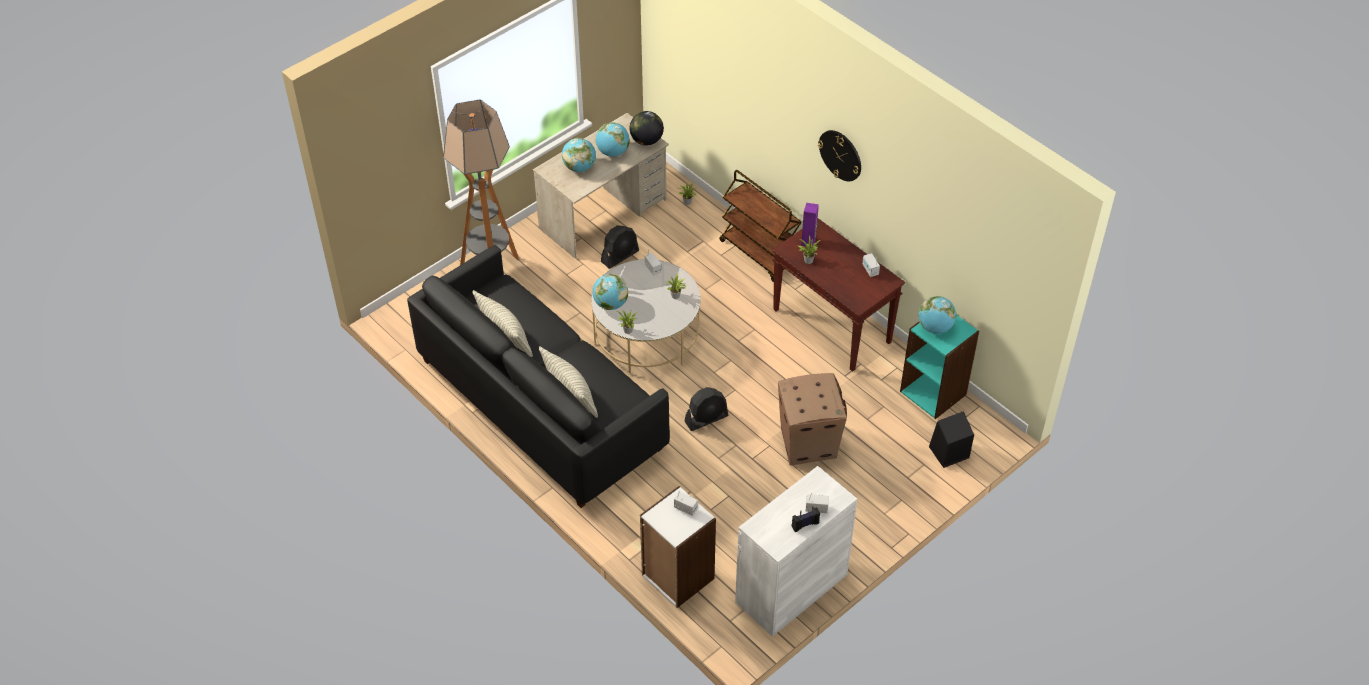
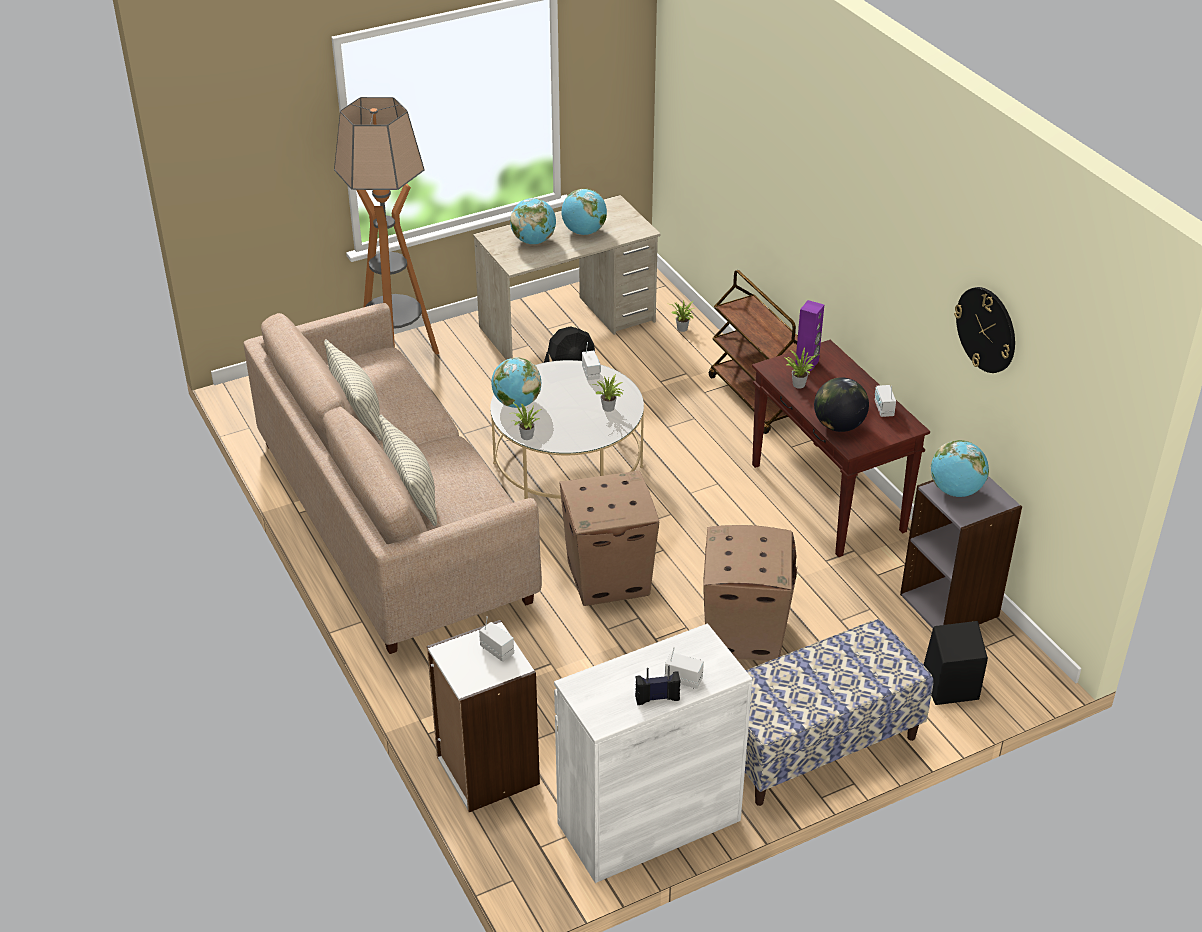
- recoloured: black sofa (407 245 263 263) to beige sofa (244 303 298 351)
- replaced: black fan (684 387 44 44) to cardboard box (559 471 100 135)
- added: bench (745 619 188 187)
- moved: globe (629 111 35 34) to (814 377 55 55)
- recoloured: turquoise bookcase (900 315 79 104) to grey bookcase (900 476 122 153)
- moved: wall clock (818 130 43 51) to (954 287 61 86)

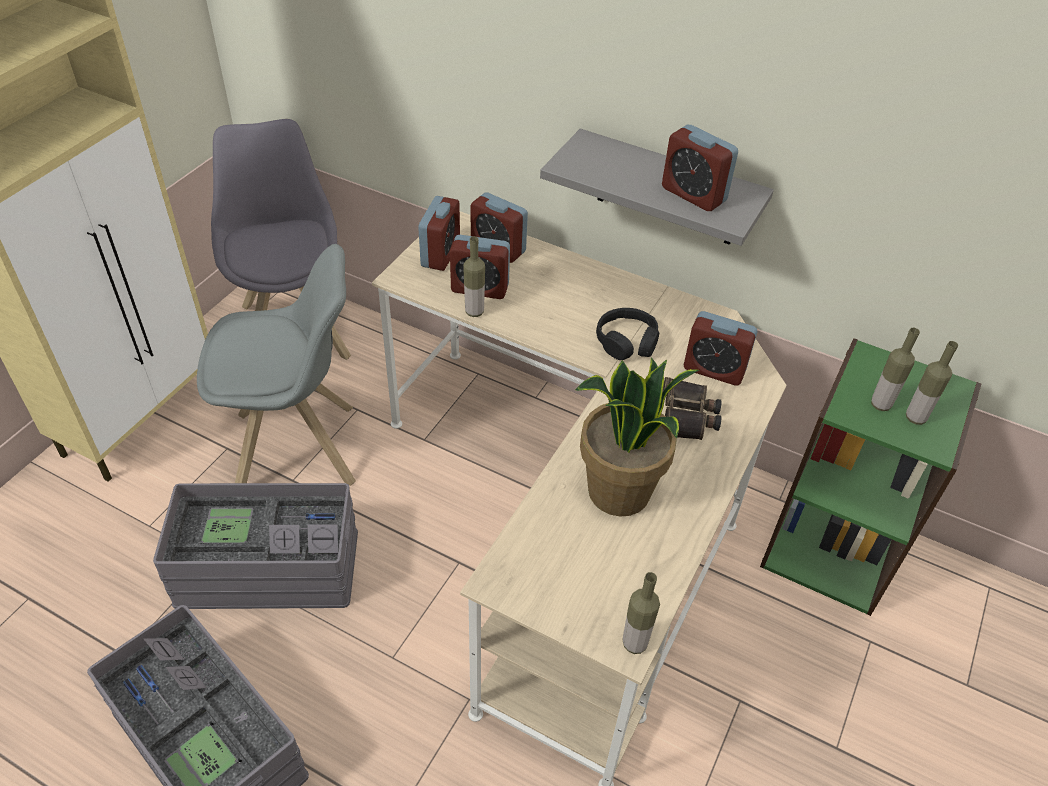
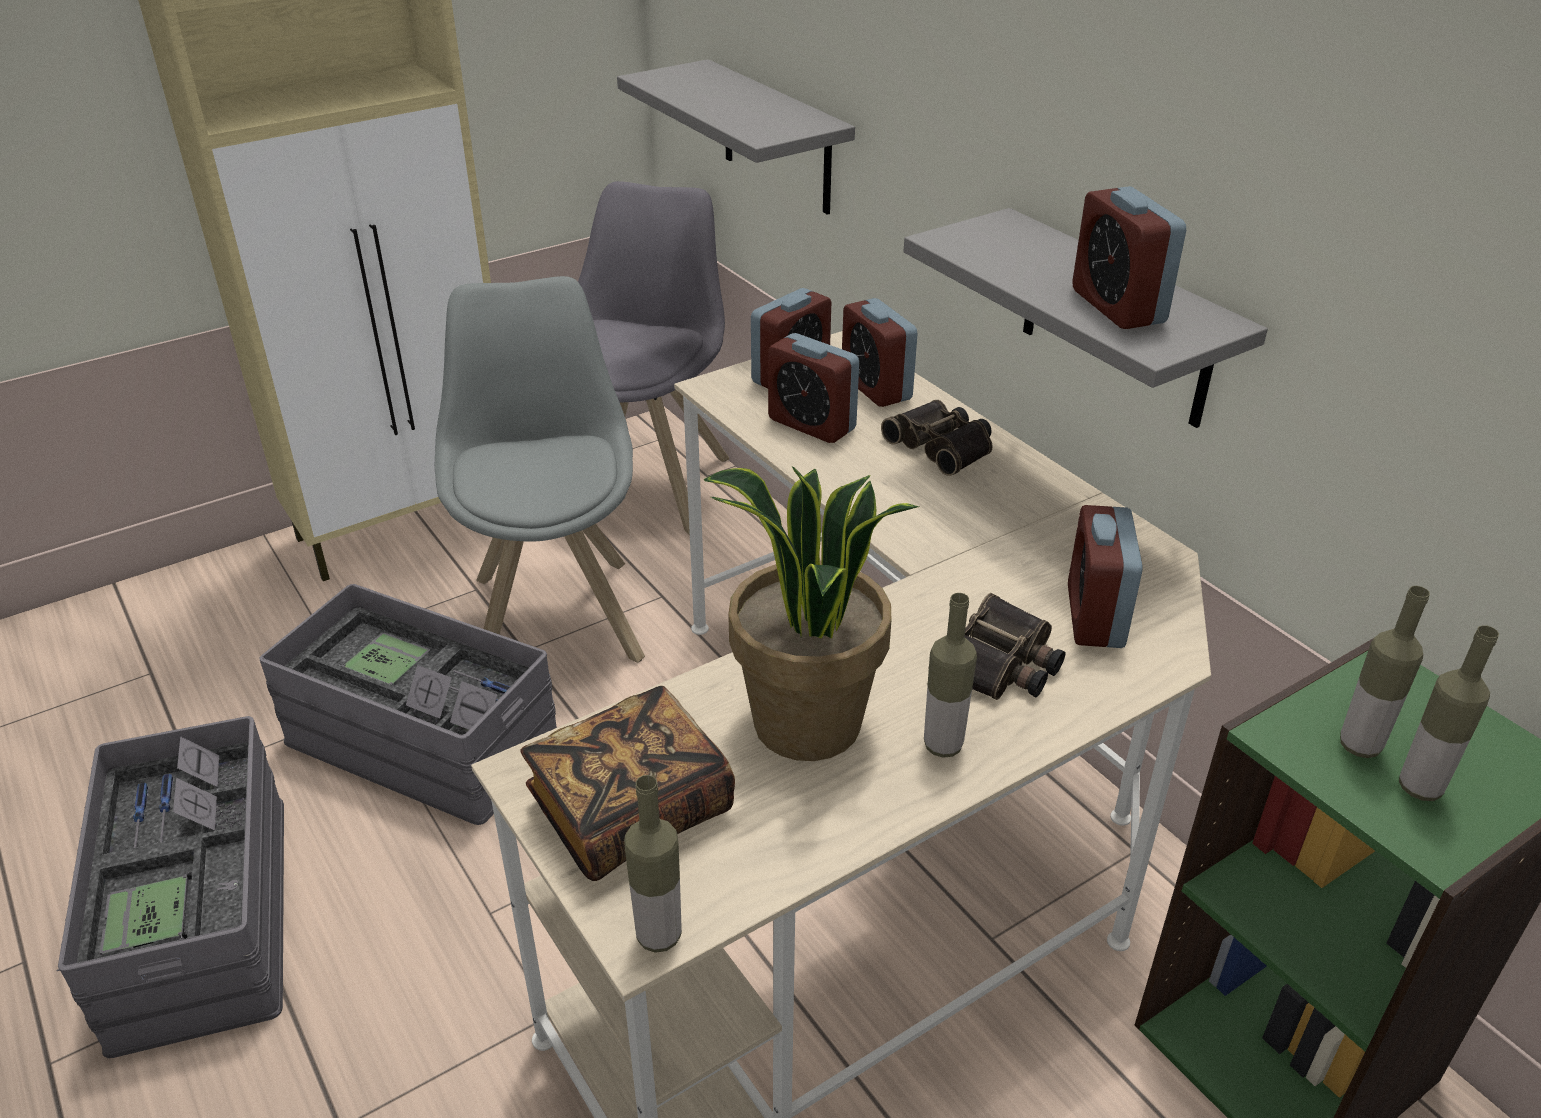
- turned: grey chair (197 244 159 242) = (435 276 210 387) 120 degrees counterclockwise
- added: book (520 686 215 195)
- added: grey shelf (617 59 238 156)
- added: binoculars (881 400 112 76)
- moved: bottle (463 236 22 81) to (924 593 53 165)
- turned: alarm clock (684 311 74 75) = (1068 505 75 143) 45 degrees clockwise
- removed: black headphones (596 308 63 52)

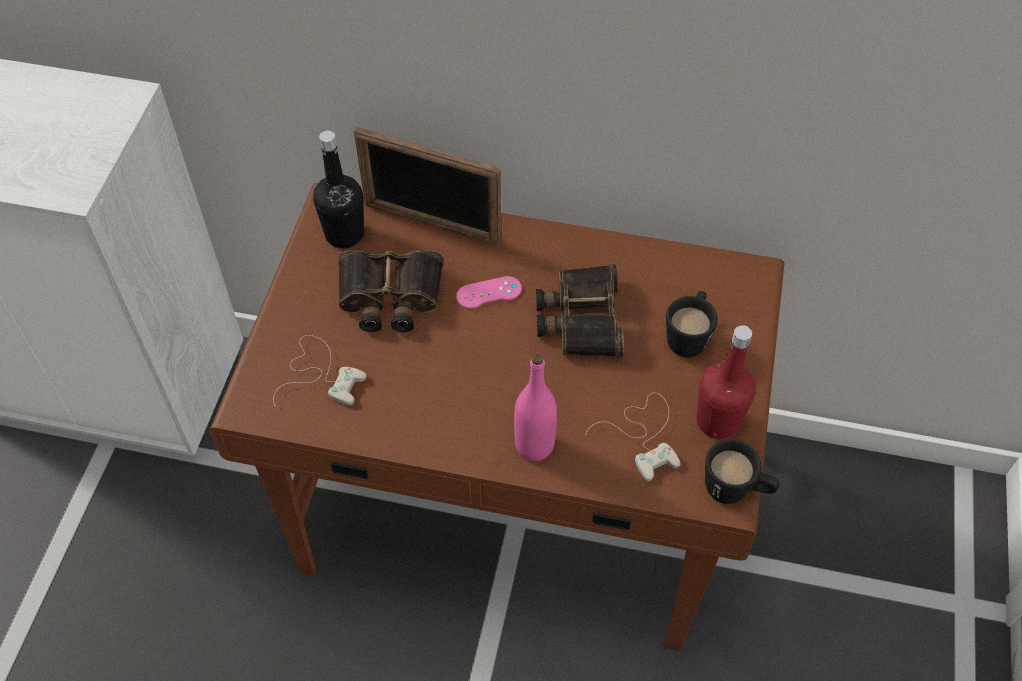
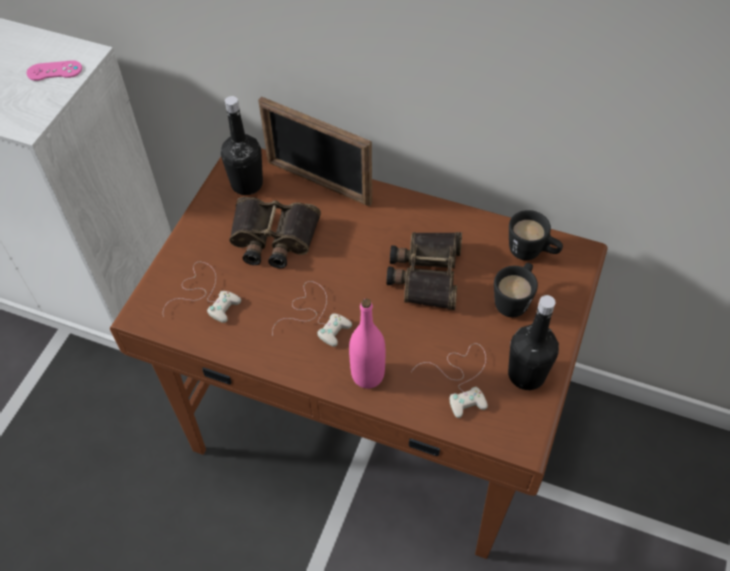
- moved: pink game controller (456 276 66 33) to (27 60 55 21)
- added: white game controller (272 281 80 66)
- recoloured: red bottle (696 325 60 114) to black bottle (508 295 51 95)
- moved: black mug (705 439 74 65) to (509 210 54 50)

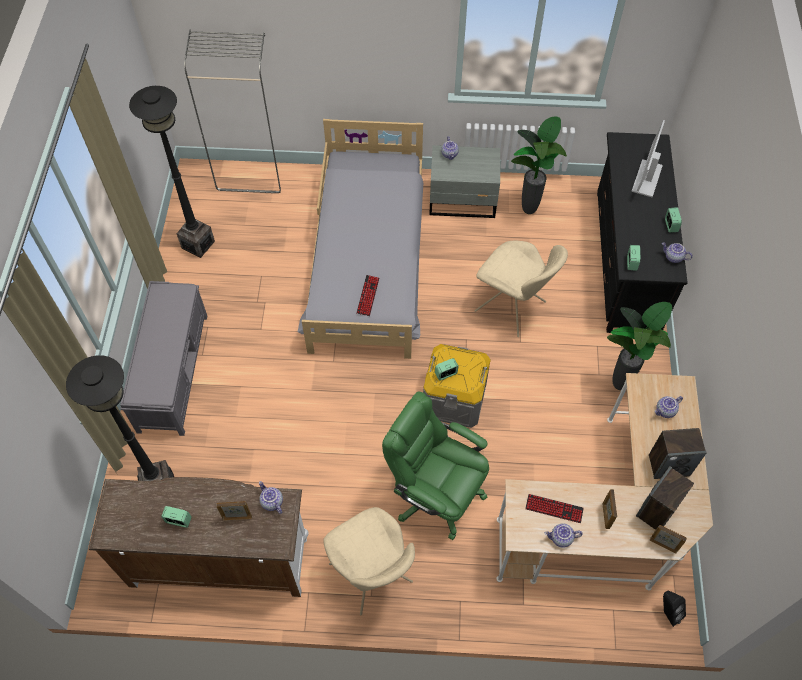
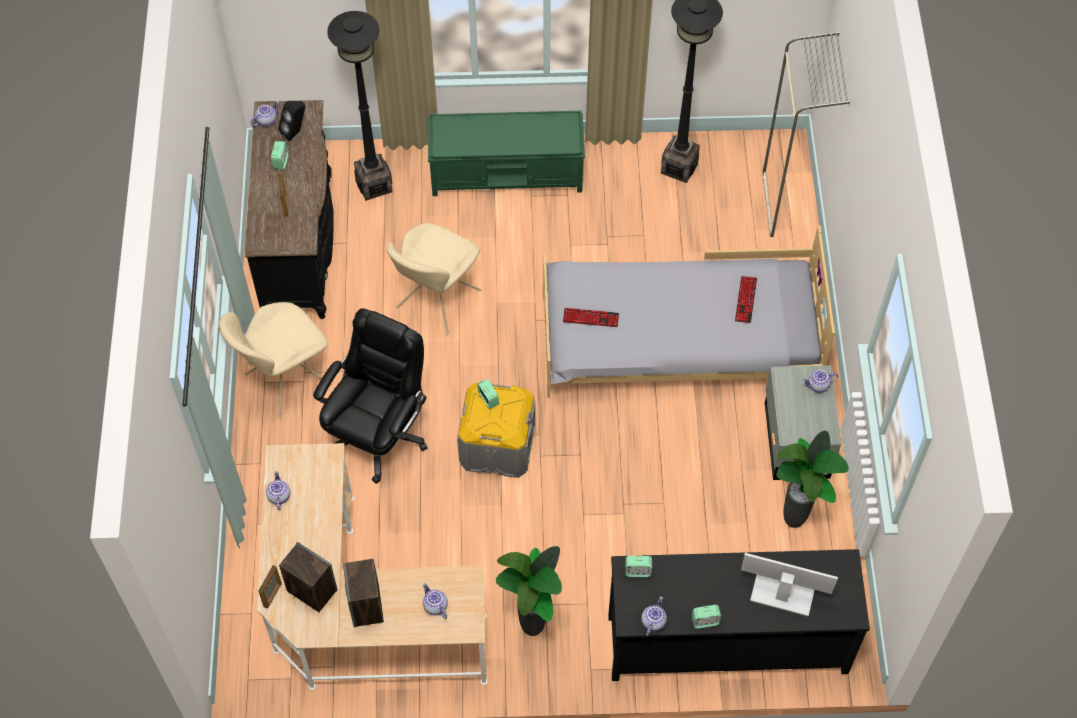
- recoloured: white dresser (88 477 221 120) to black dresser (245 100 89 219)
- moved: teapot (259 481 24 33) to (251 101 28 26)
- moved: black speaker (663 590 23 37) to (278 101 27 40)
- recoloured: green office chair (382 391 107 149) to black office chair (313 308 114 176)
- moved: beige chair (475 241 93 96) to (387 223 94 112)
- recoloured: grey bench (120 281 87 155) to green bench (428 111 157 85)
- moved: keyboard (525 494 59 29) to (735 276 22 47)
- removed: picture frame (602 489 15 40)

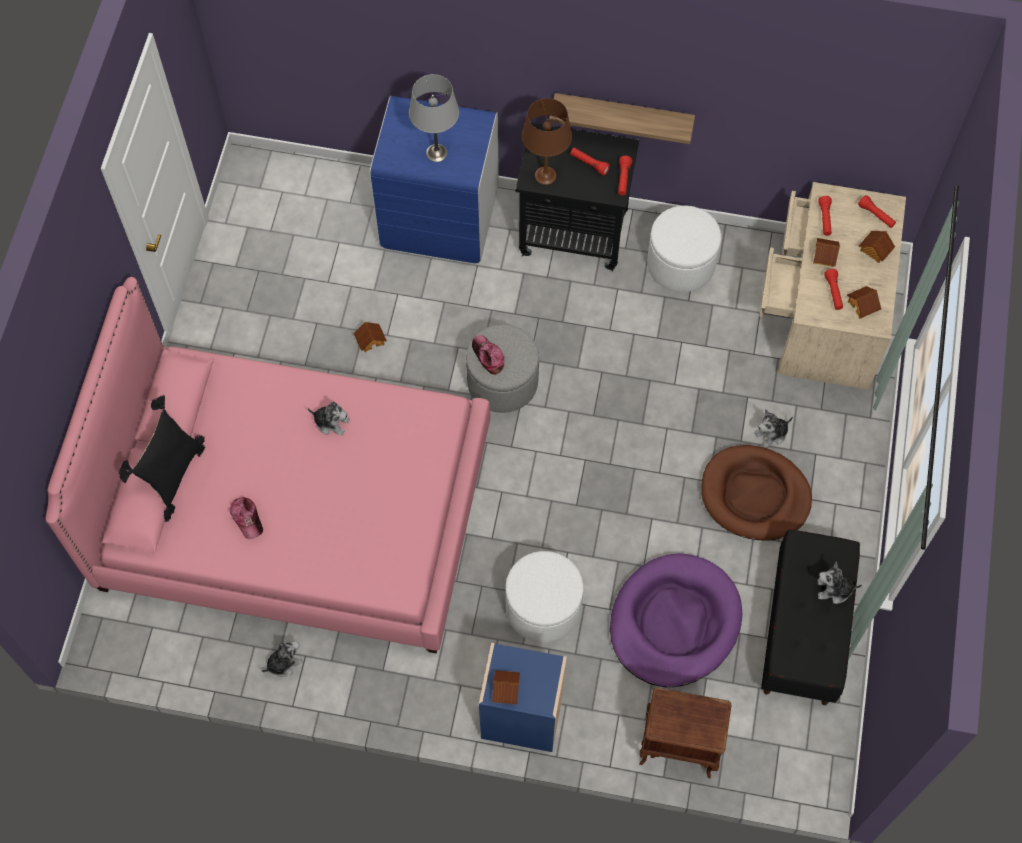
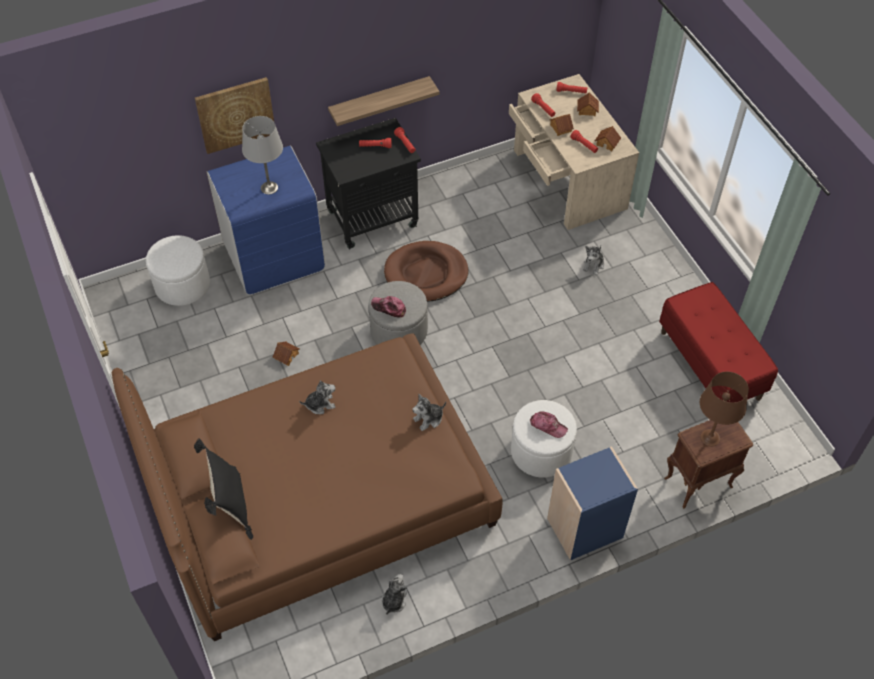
- recoloured: pink bed (46 277 444 377) to brown bed (112 333 391 308)
- moved: white ottoman (647 205 74 87) to (146 235 64 71)
- added: picture (195 77 79 77)
- moved: brown dog bed (701 445 111 96) to (384 241 85 61)
- moved: plush toy (818 561 44 43) to (412 394 34 37)
- moved: cap (230 497 33 42) to (530 412 38 26)
- recoloured: black bench (761 530 99 175) to red bench (659 282 119 121)
- moved: brown table lamp (522 98 50 87) to (700 372 49 74)
- removed: toy house (492 670 28 34)
- removed: purple dog bed (610 553 132 134)

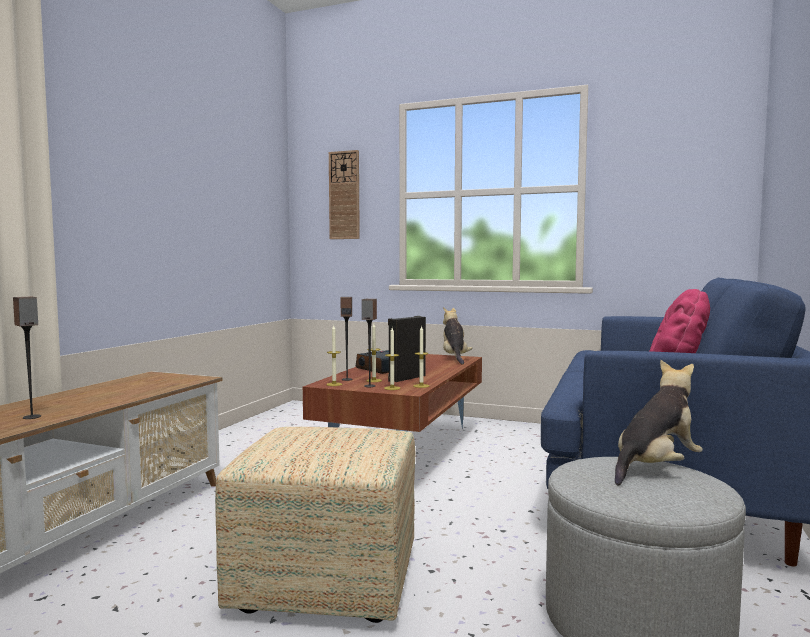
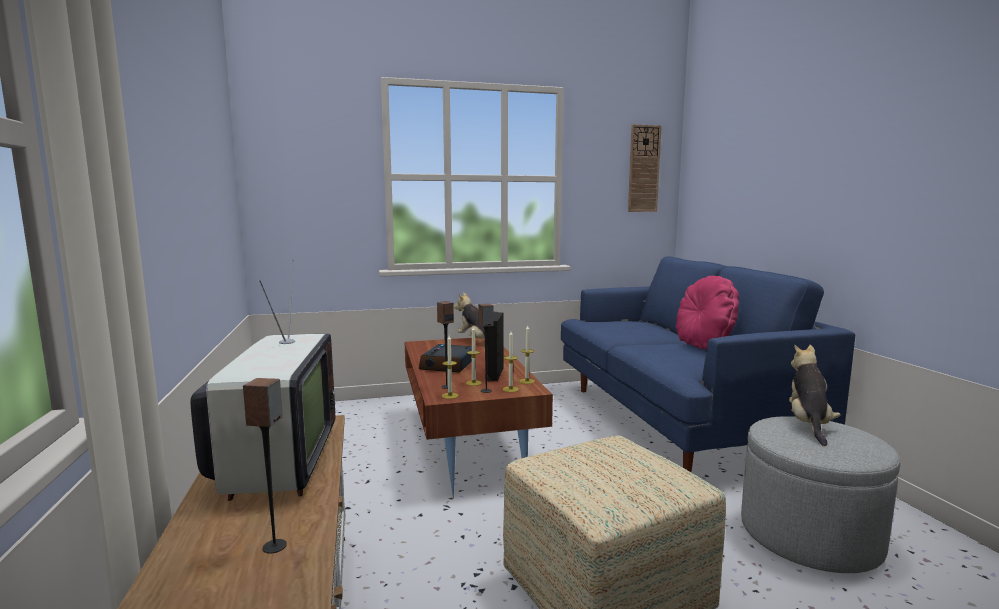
- added: television (190 260 145 241)
- moved: wall clock (329 150 31 89) to (628 124 34 88)

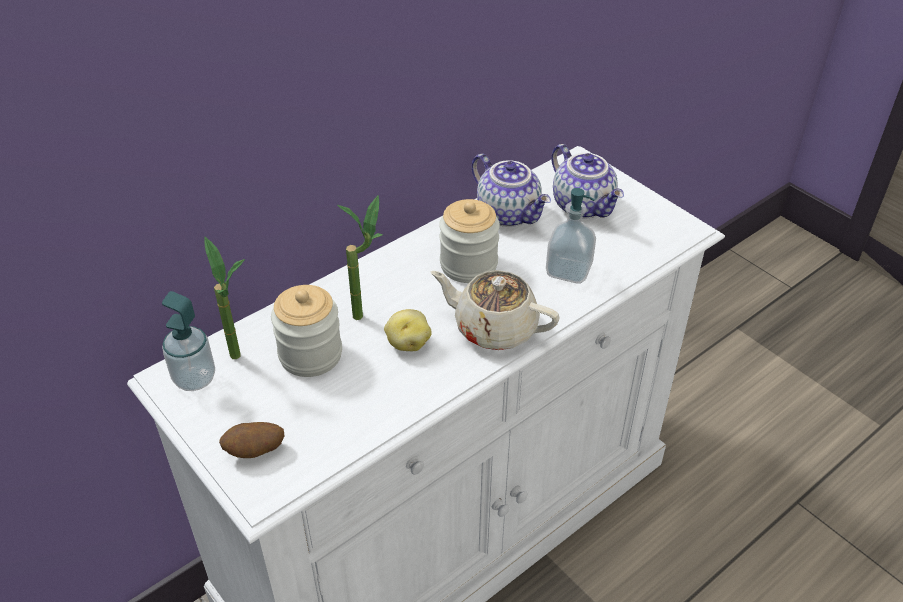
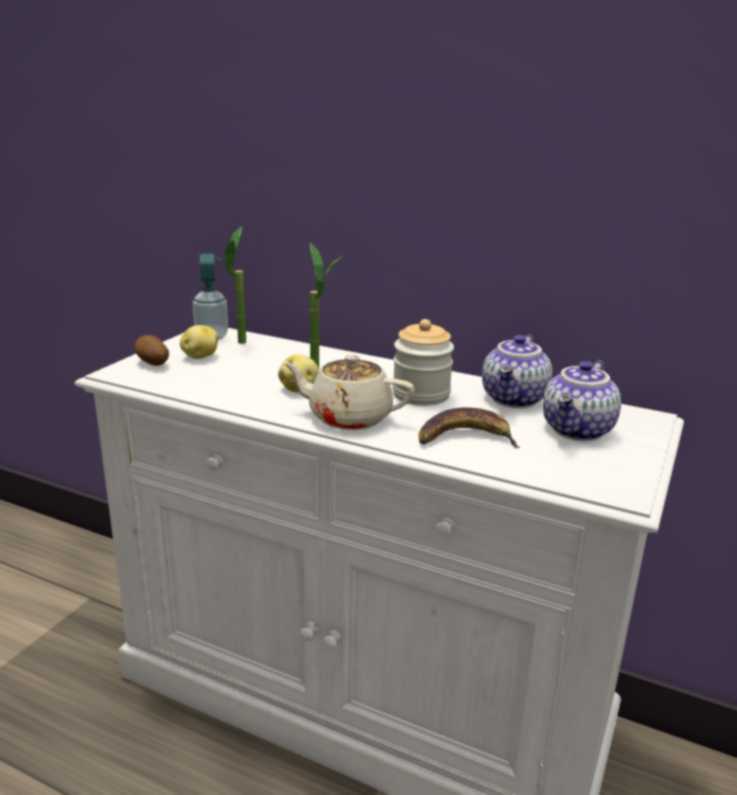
- added: potato (180 325 38 34)
- turned: beige teapot (430 270 129 80) = (282 355 133 75) 75 degrees counterclockwise
- replaced: soap dispenser (546 188 50 96) to banana (419 408 101 40)
- removed: jar (271 285 71 92)

